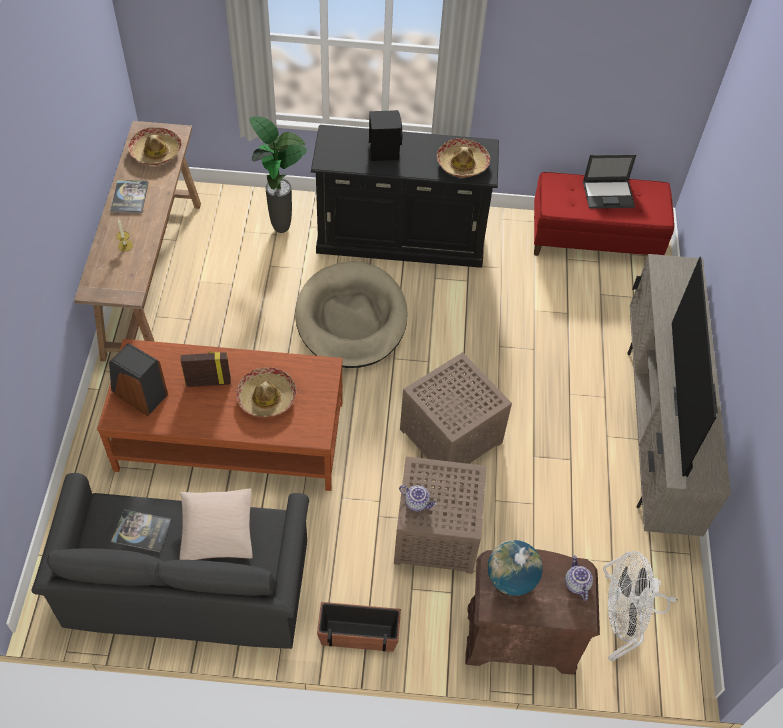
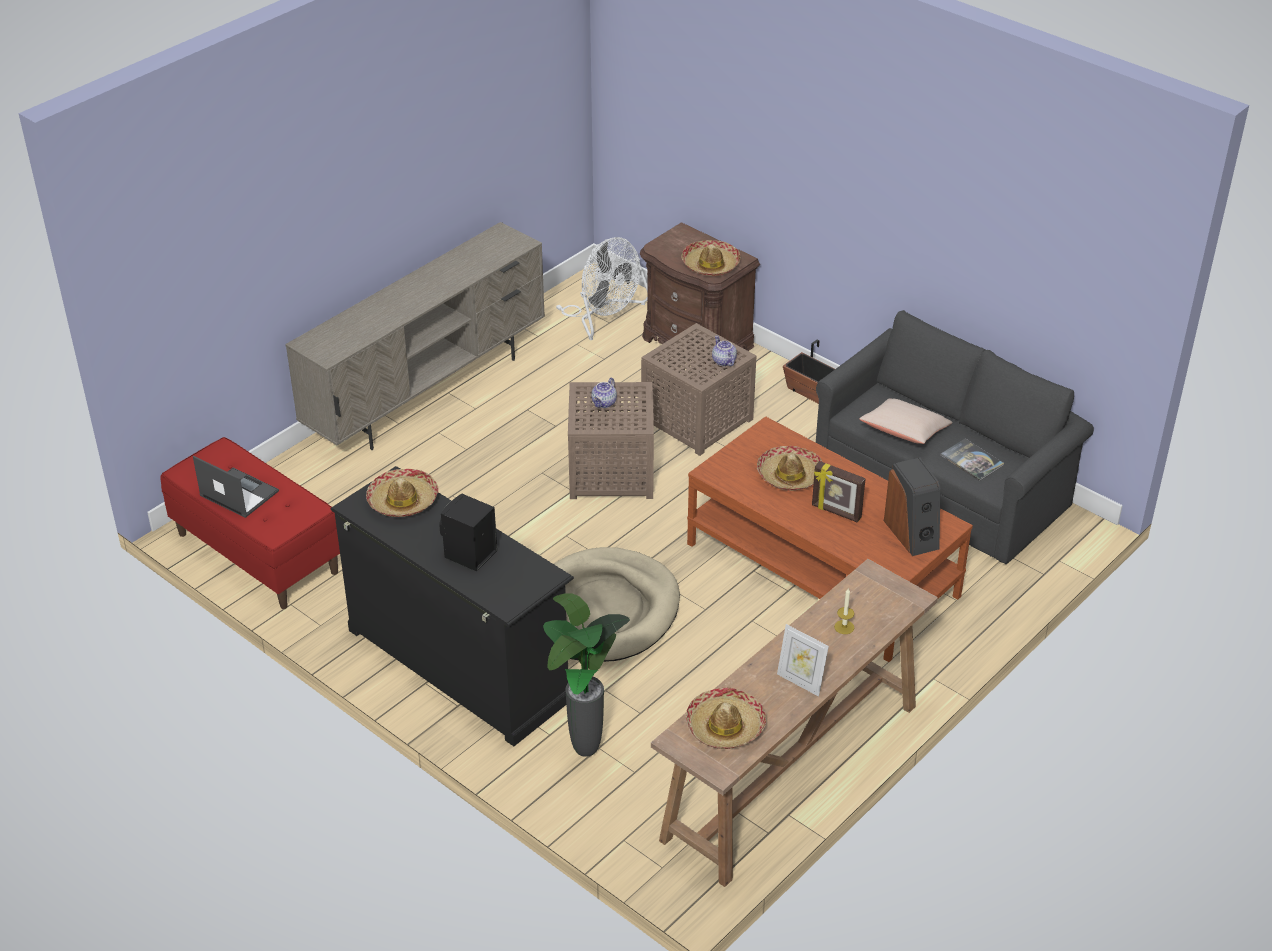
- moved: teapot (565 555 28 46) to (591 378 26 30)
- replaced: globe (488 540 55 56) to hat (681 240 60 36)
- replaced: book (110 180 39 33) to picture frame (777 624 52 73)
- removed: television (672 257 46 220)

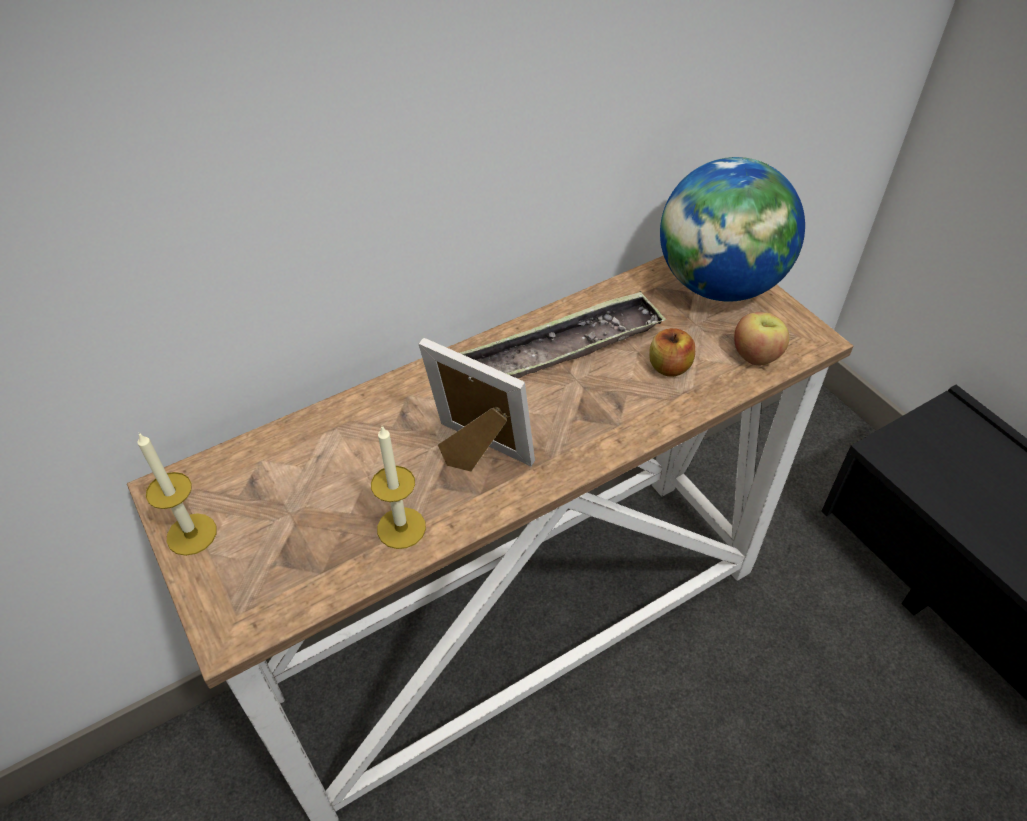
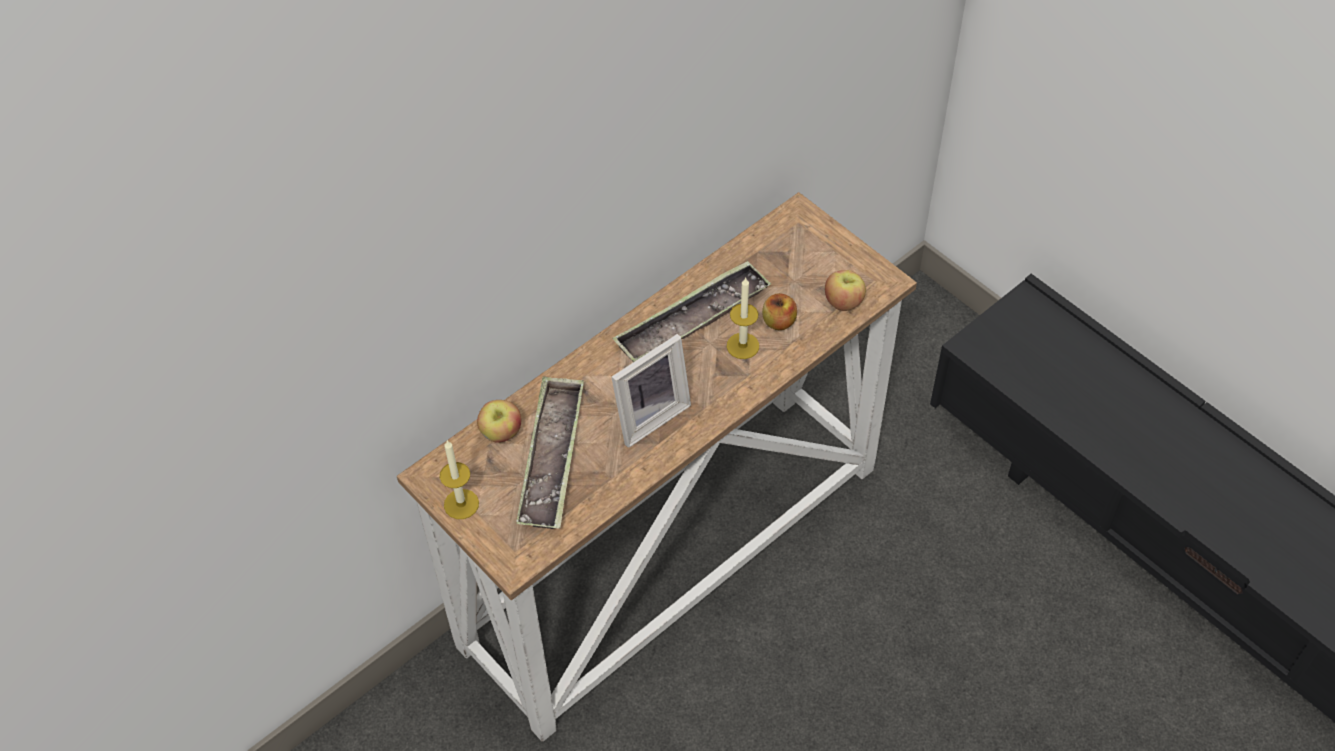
- added: apple (477 400 44 43)
- added: tray (516 376 68 153)
- turned: picture frame (419 338 116 133) = (611 334 80 114) 120 degrees clockwise
- moved: candle (371 426 55 123) to (727 277 32 82)
- removed: globe (660 157 145 145)

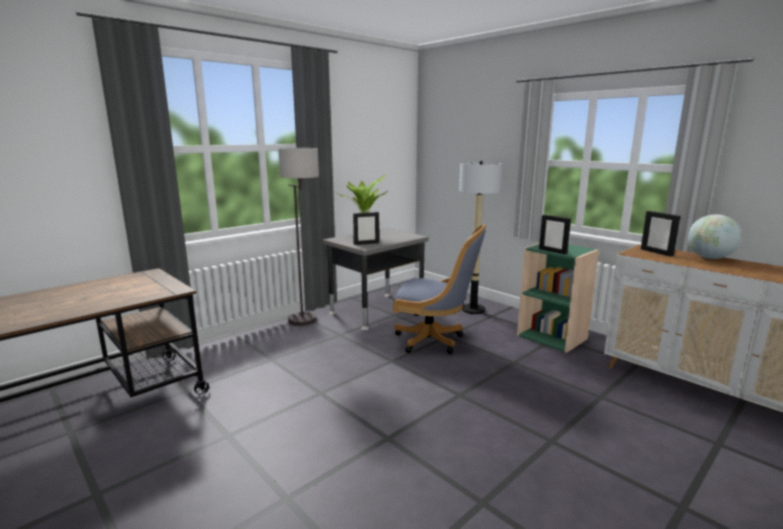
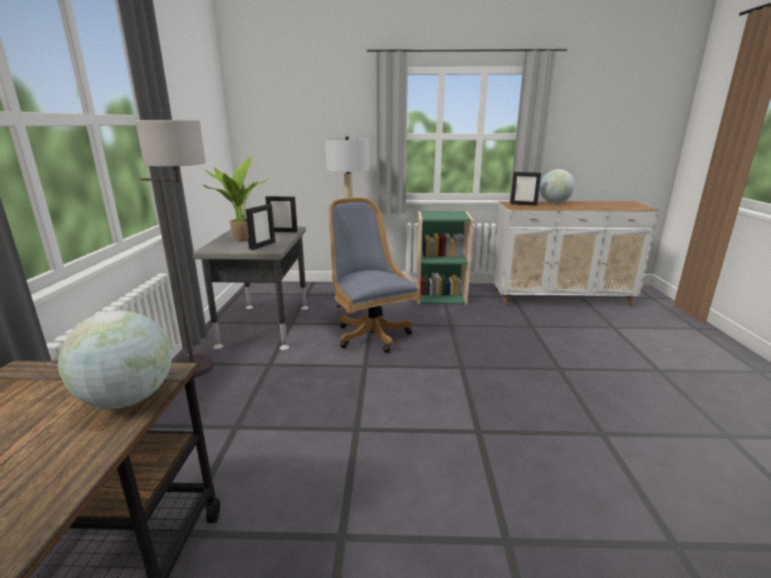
- added: globe (58 310 114 99)
- moved: picture frame (539 215 32 40) to (265 196 33 36)
- turned: blue office chair (393 224 93 130) = (329 198 91 155) 90 degrees counterclockwise

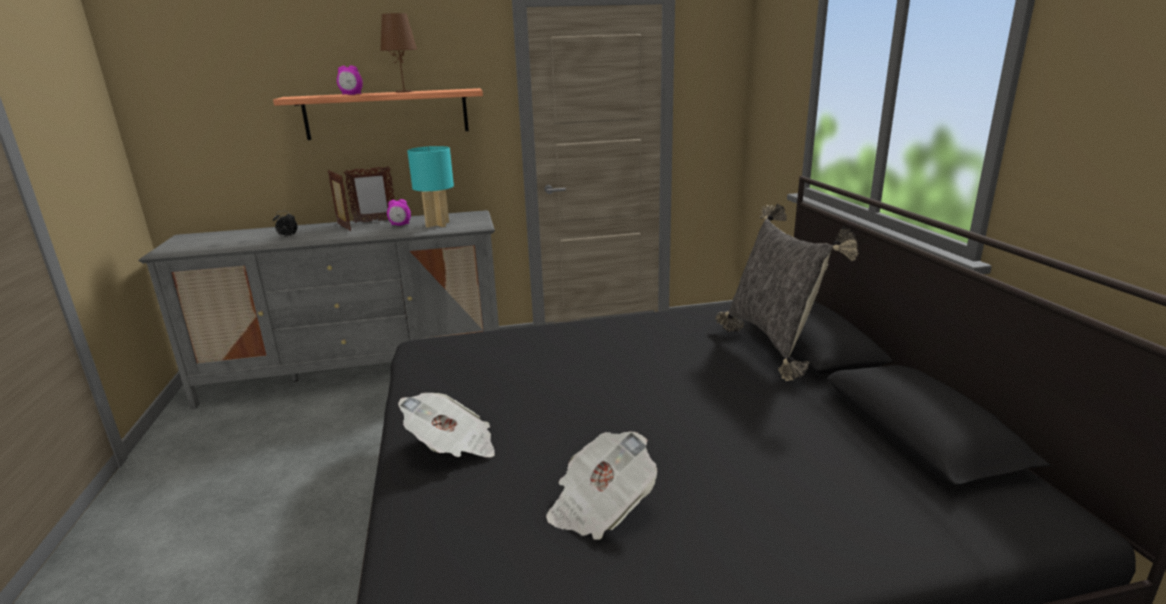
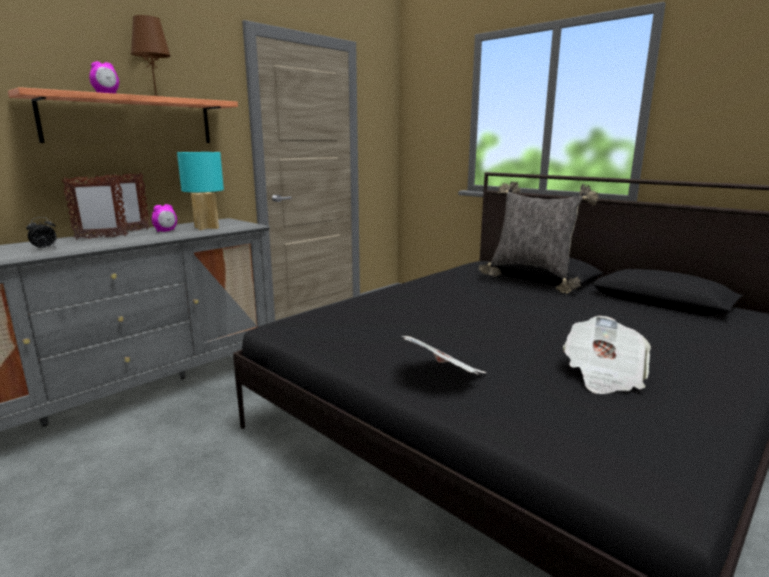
- turned: picture frame (328 170 23 61) = (62 175 66 64) 135 degrees clockwise

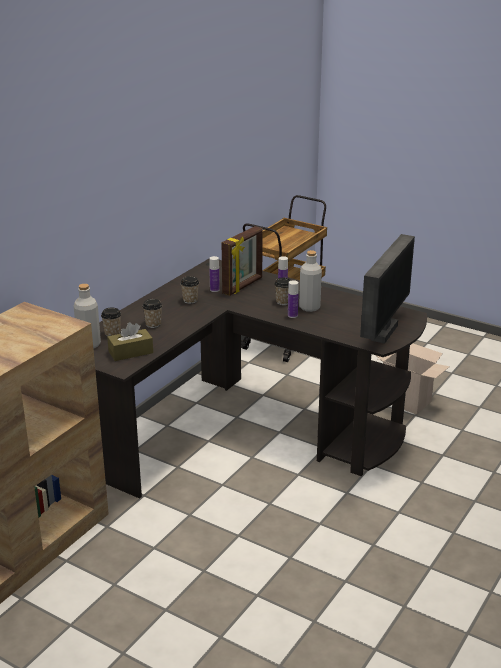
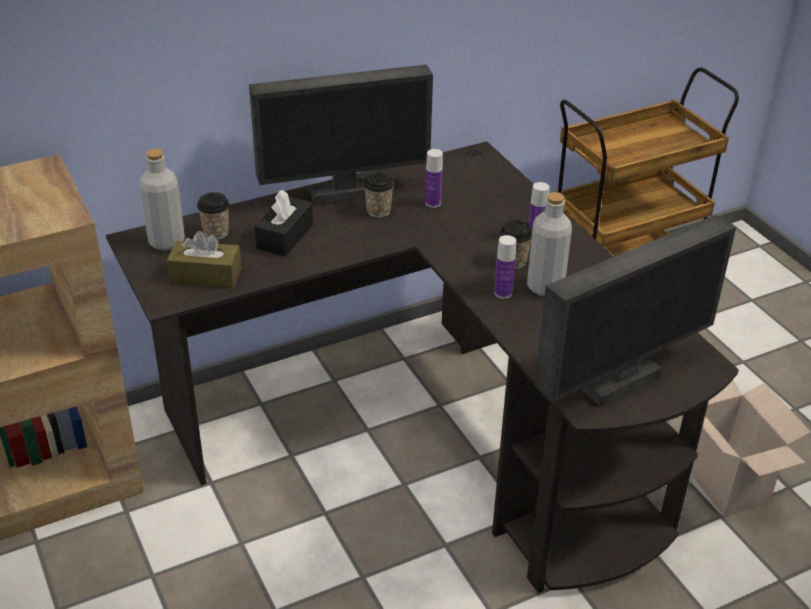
- added: monitor (249 64 184 142)
- replaced: cup (143 299 19 29) to black tissue box (255 190 58 67)
- removed: picture frame (222 226 41 70)

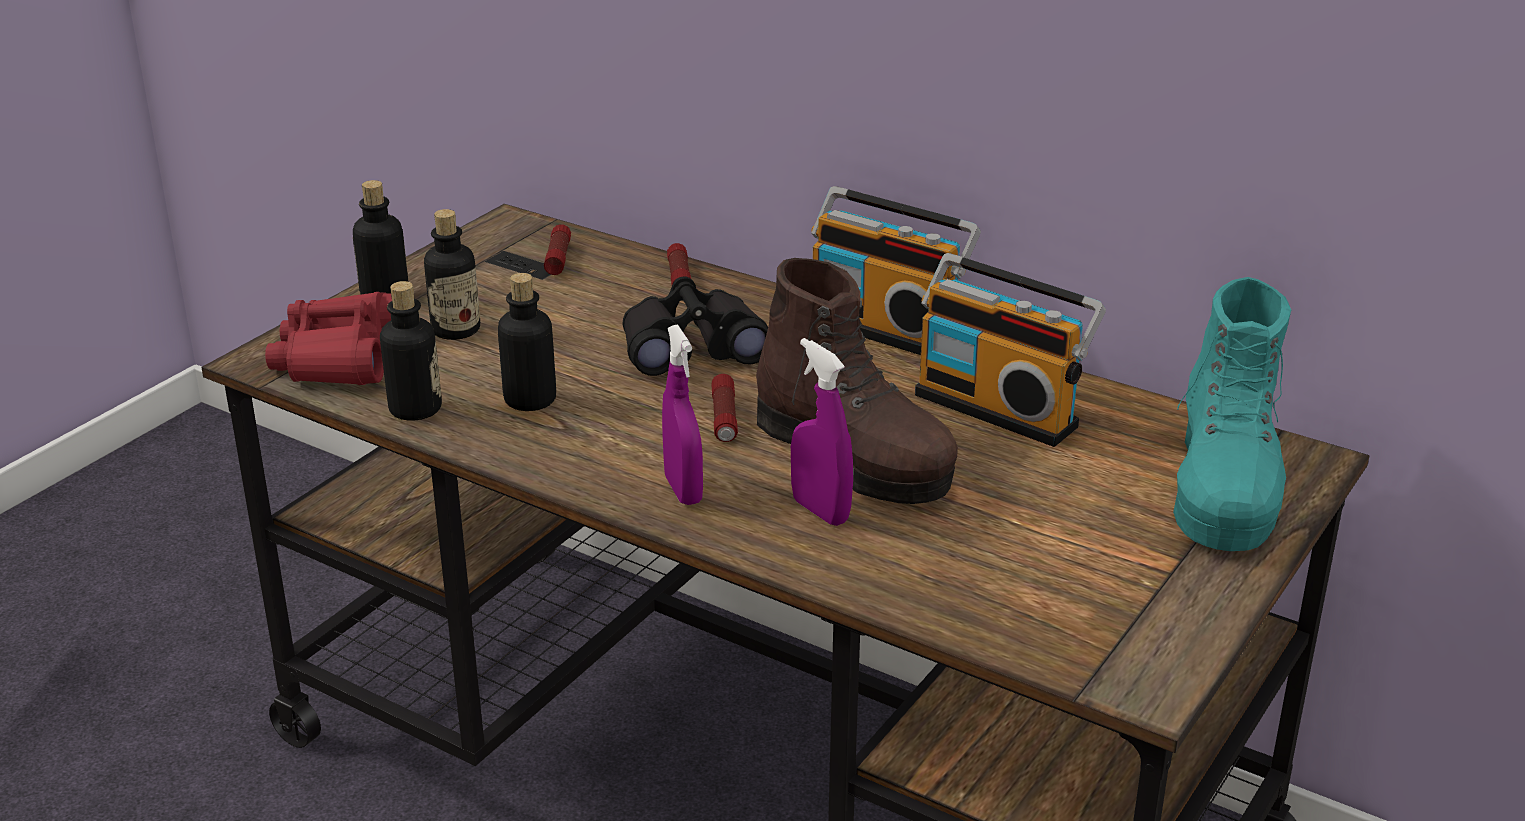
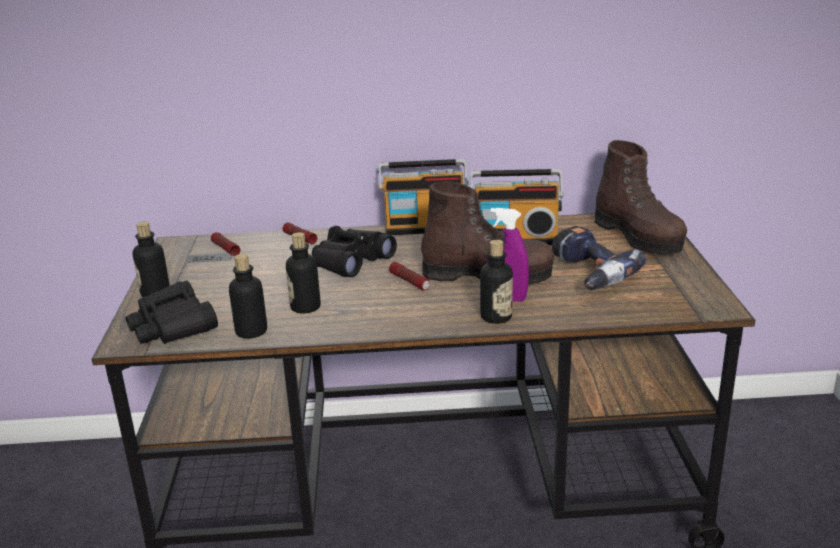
- recoloured: red binoculars (265 292 127 93) to black binoculars (125 280 93 64)
- moved: bottle (424 209 56 131) to (480 240 33 84)
- added: power drill (552 226 94 64)
- recoloured: turquoise boot (1173 277 118 274) to brown boot (595 140 92 114)
- removed: purple spray bottle (662 324 41 181)

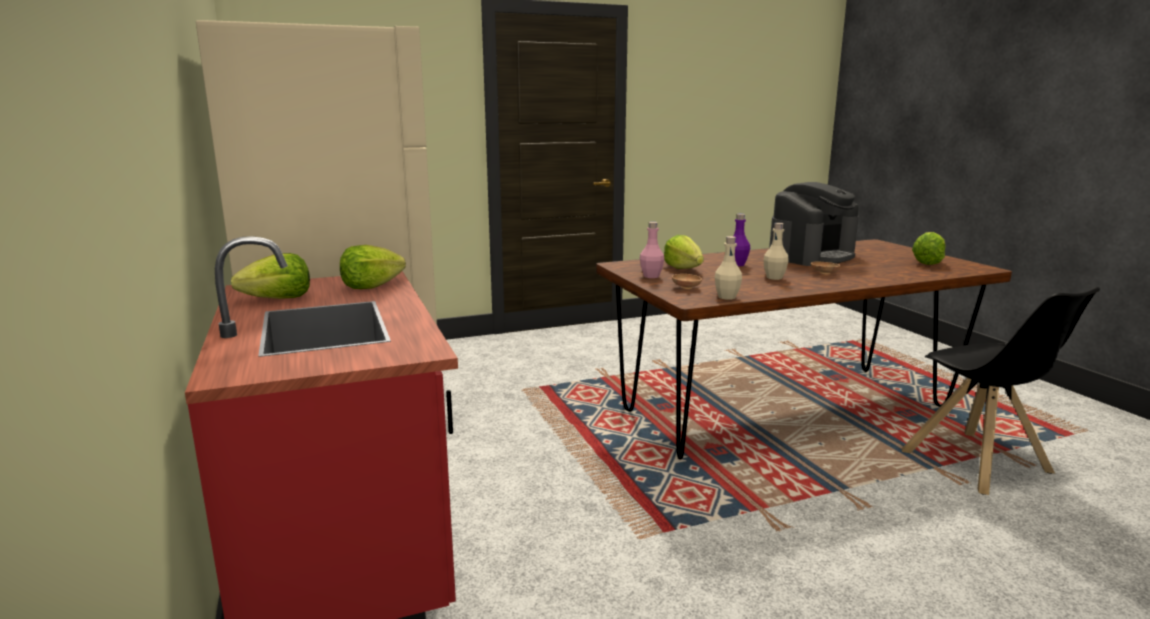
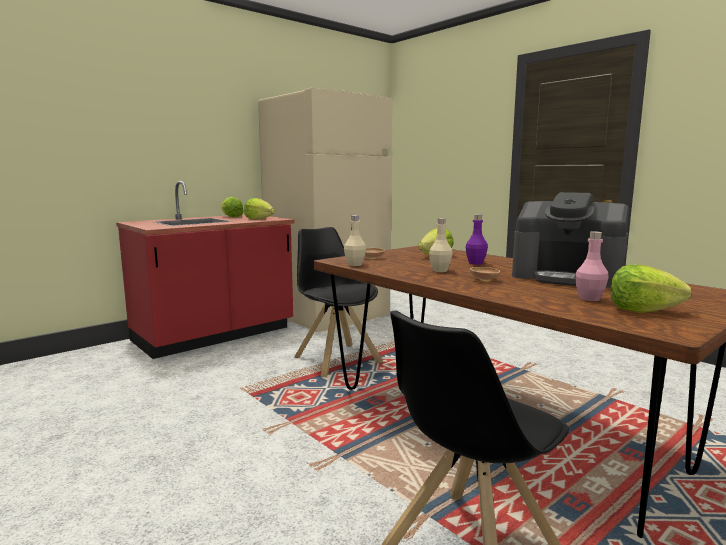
- added: black chair (294 227 89 150)
- moved: pink bottle (640 222 24 56) to (575 231 34 70)

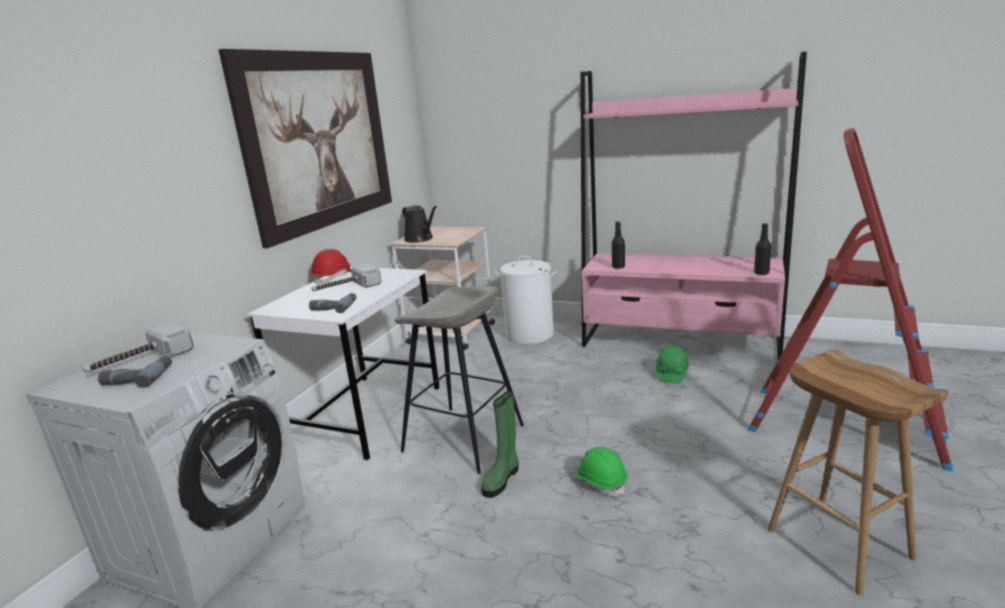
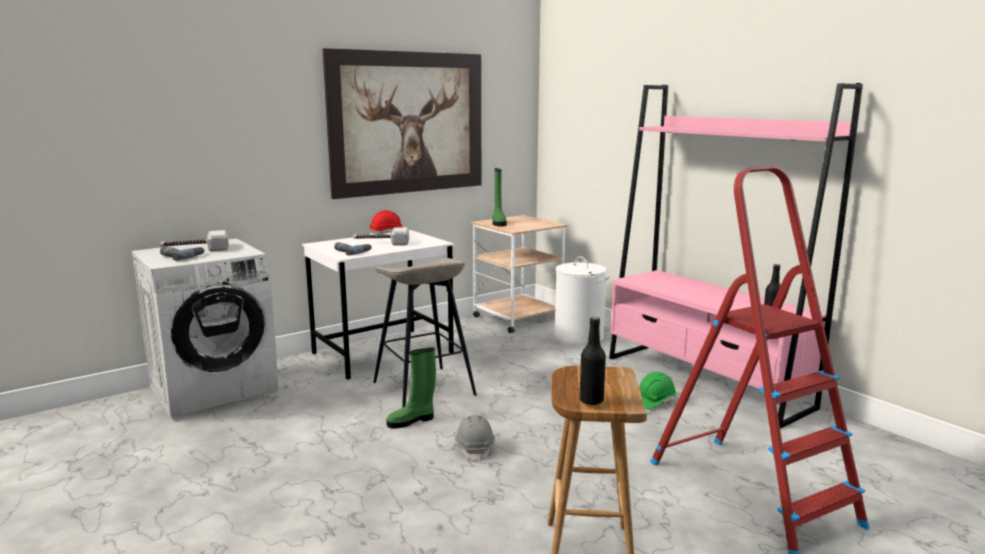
- recoloured: green hard hat (573 447 55 49) to grey hard hat (455 415 40 46)
- replaced: black watering can (402 205 35 38) to green boot (493 168 14 59)
- moved: black bottle (612 221 13 47) to (579 317 27 88)

